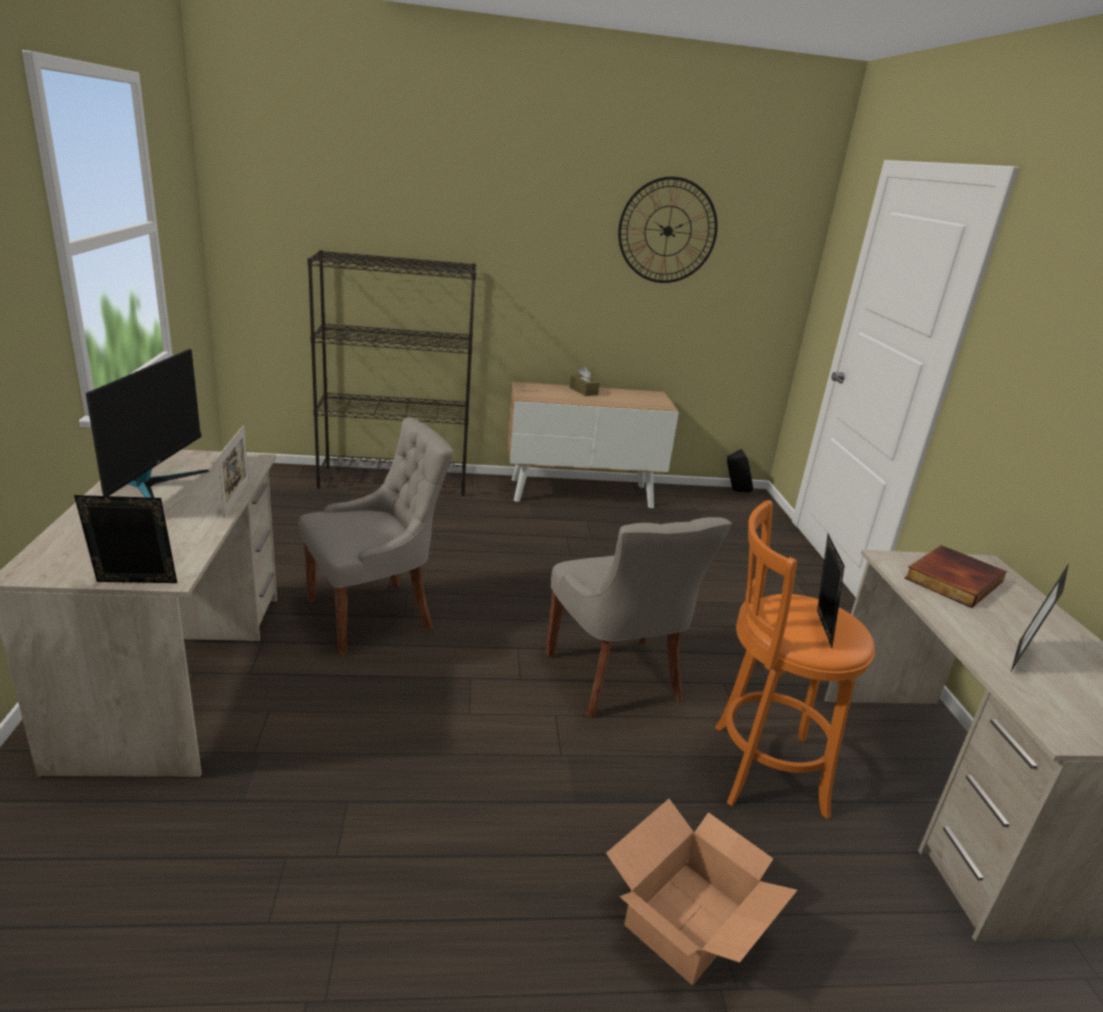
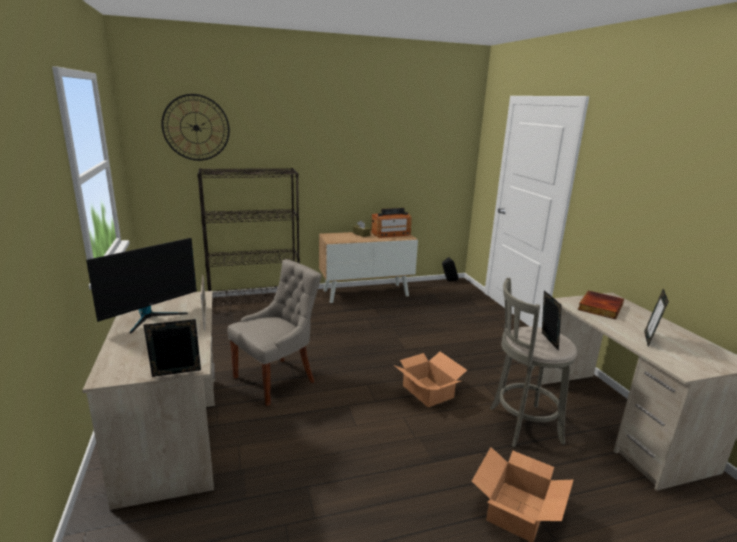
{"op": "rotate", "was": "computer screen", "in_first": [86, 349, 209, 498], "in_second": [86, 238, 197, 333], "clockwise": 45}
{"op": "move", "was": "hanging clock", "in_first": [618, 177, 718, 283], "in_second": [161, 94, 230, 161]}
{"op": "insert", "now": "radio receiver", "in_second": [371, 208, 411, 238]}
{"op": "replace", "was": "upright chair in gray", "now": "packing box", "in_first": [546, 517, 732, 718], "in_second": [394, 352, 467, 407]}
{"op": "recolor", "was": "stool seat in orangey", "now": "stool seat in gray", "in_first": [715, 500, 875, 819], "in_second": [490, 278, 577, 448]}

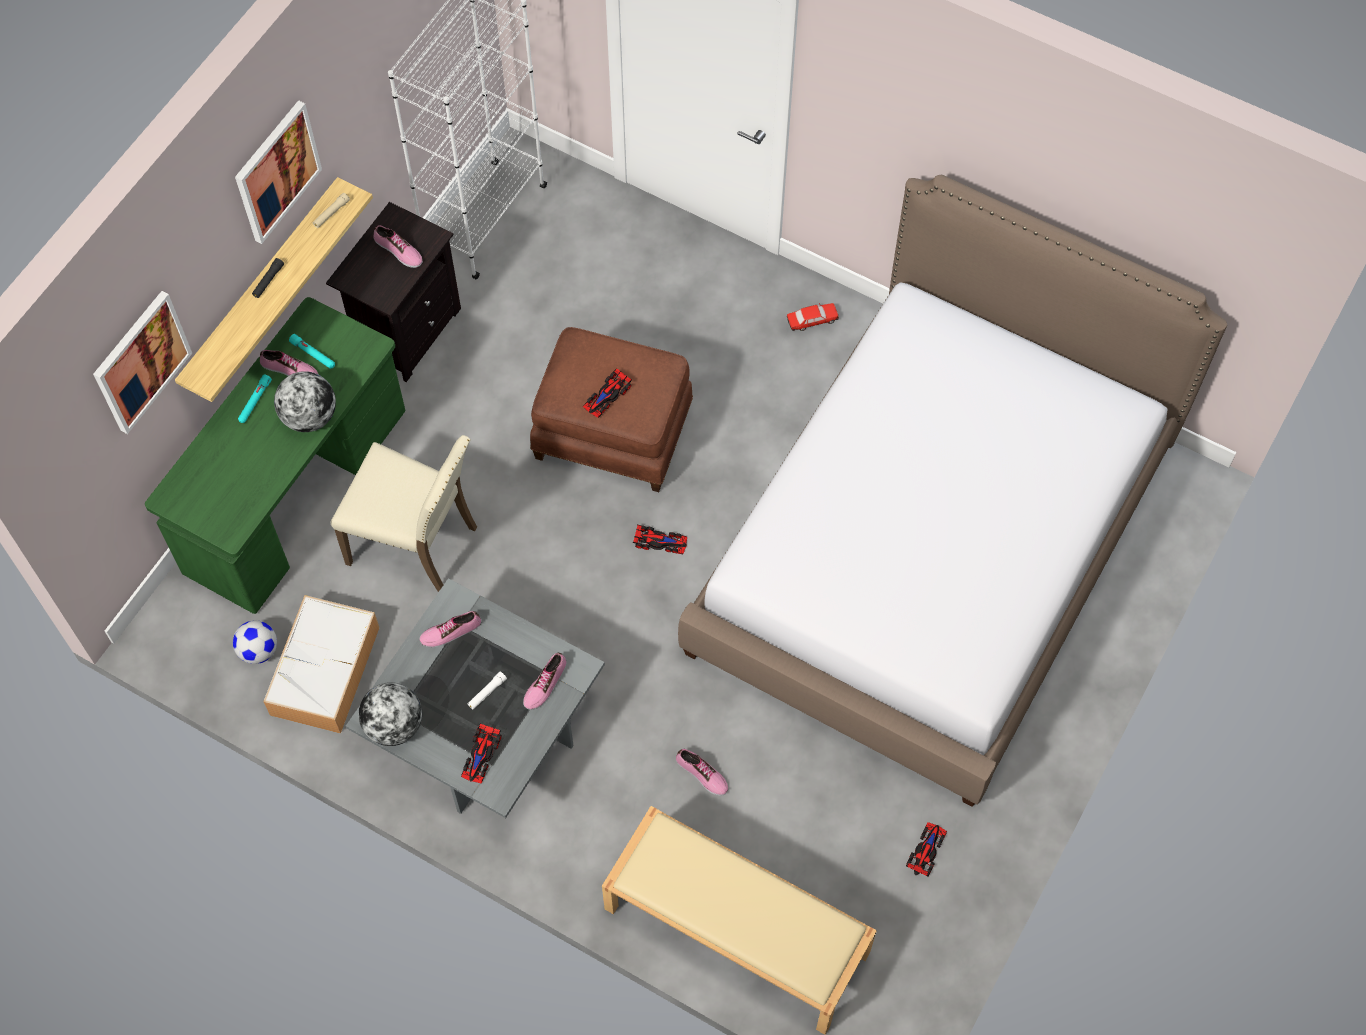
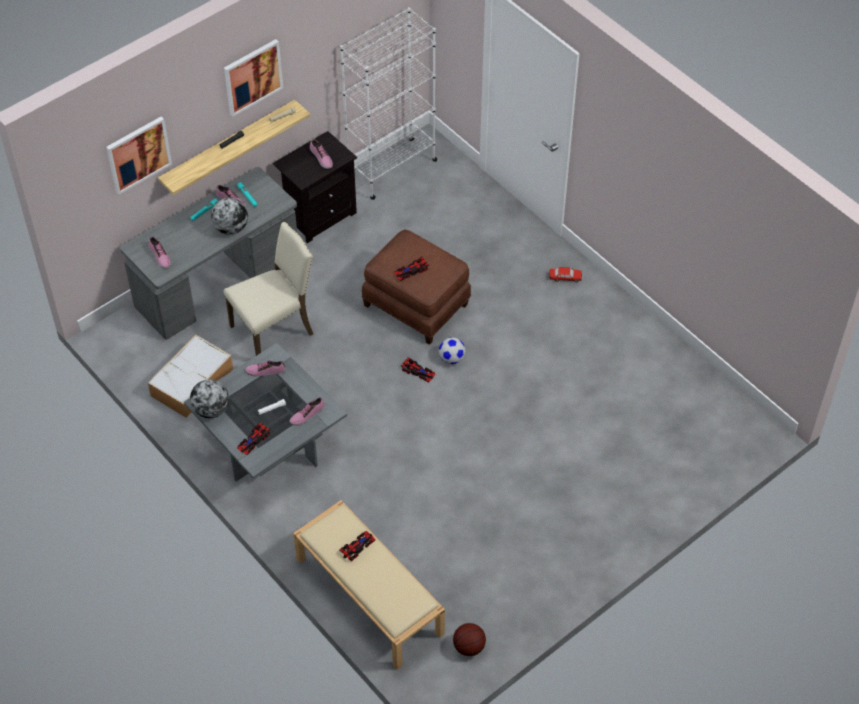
{"op": "recolor", "was": "desk in green", "now": "desk in gray", "in_first": [145, 297, 405, 614], "in_second": [120, 167, 297, 340]}
{"op": "move", "was": "item of footwear", "in_first": [676, 749, 728, 796], "in_second": [148, 237, 171, 269]}
{"op": "rotate", "was": "upright chair in beige-coloured", "in_first": [331, 435, 477, 592], "in_second": [223, 222, 313, 356], "clockwise": -75}
{"op": "move", "was": "model car", "in_first": [906, 822, 947, 877], "in_second": [339, 531, 376, 561]}
{"op": "move", "was": "football ball", "in_first": [233, 620, 277, 664], "in_second": [439, 337, 466, 364]}
{"op": "insert", "now": "ball for basketball", "in_second": [453, 623, 486, 656]}
{"op": "delete", "was": "bedroom bed", "in_first": [678, 175, 1227, 807]}

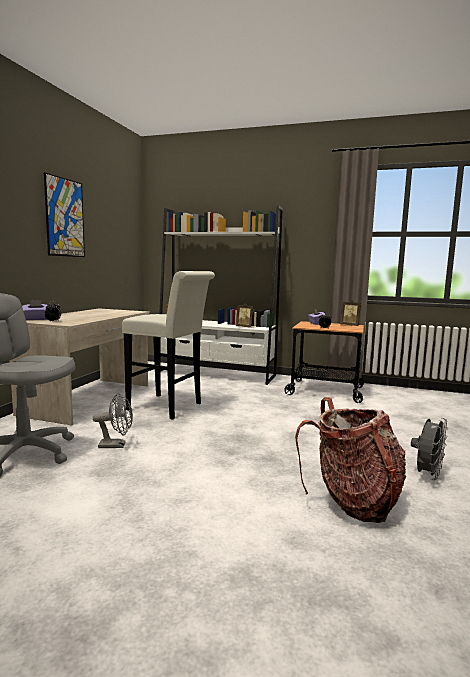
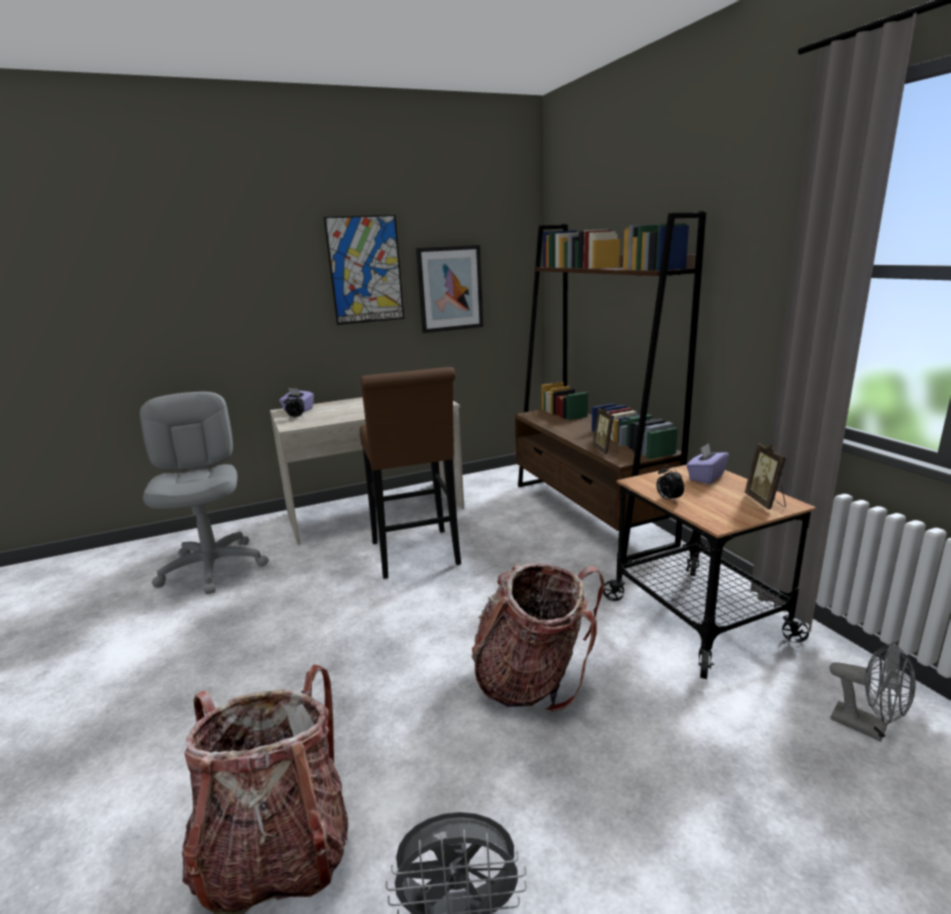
{"op": "recolor", "was": "stool seat in white-coloured", "now": "stool seat in brown-coloured", "in_first": [122, 271, 215, 419], "in_second": [360, 367, 461, 579]}
{"op": "insert", "now": "picture", "in_second": [416, 245, 484, 333]}
{"op": "insert", "now": "rucksack", "in_second": [471, 563, 605, 712]}
{"op": "recolor", "was": "bookcase in white-coloured", "now": "bookcase in brown-coloured", "in_first": [160, 205, 283, 385], "in_second": [515, 211, 706, 560]}
{"op": "move", "was": "electric fan in gray", "in_first": [93, 393, 133, 448], "in_second": [830, 642, 916, 742]}

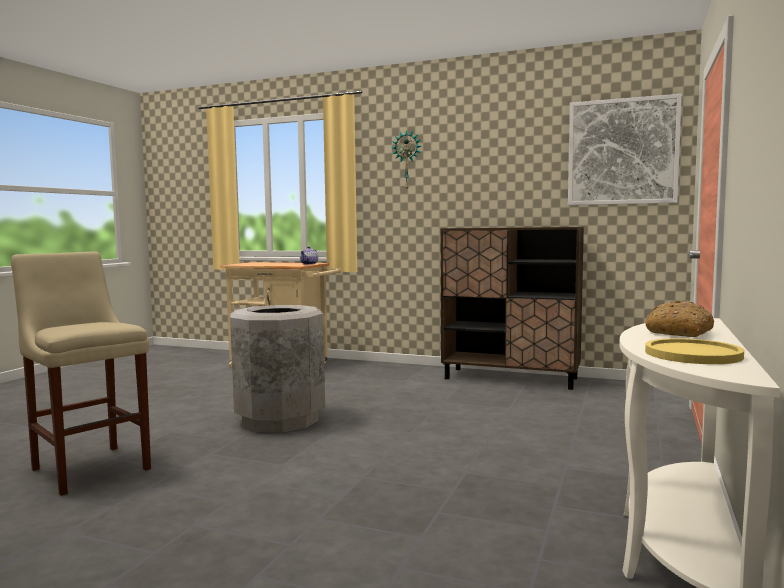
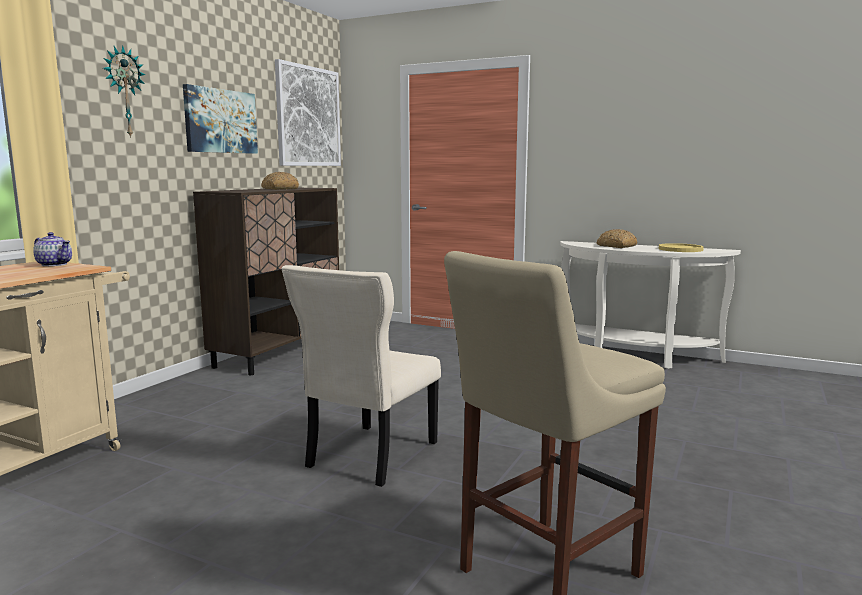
{"op": "insert", "now": "picture", "in_second": [183, 84, 258, 154]}
{"op": "insert", "now": "bakery bread", "in_second": [261, 172, 299, 190]}
{"op": "replace", "was": "rubbish bin in gray", "now": "upright chair in beige-coloured", "in_first": [230, 305, 325, 433], "in_second": [282, 265, 441, 487]}

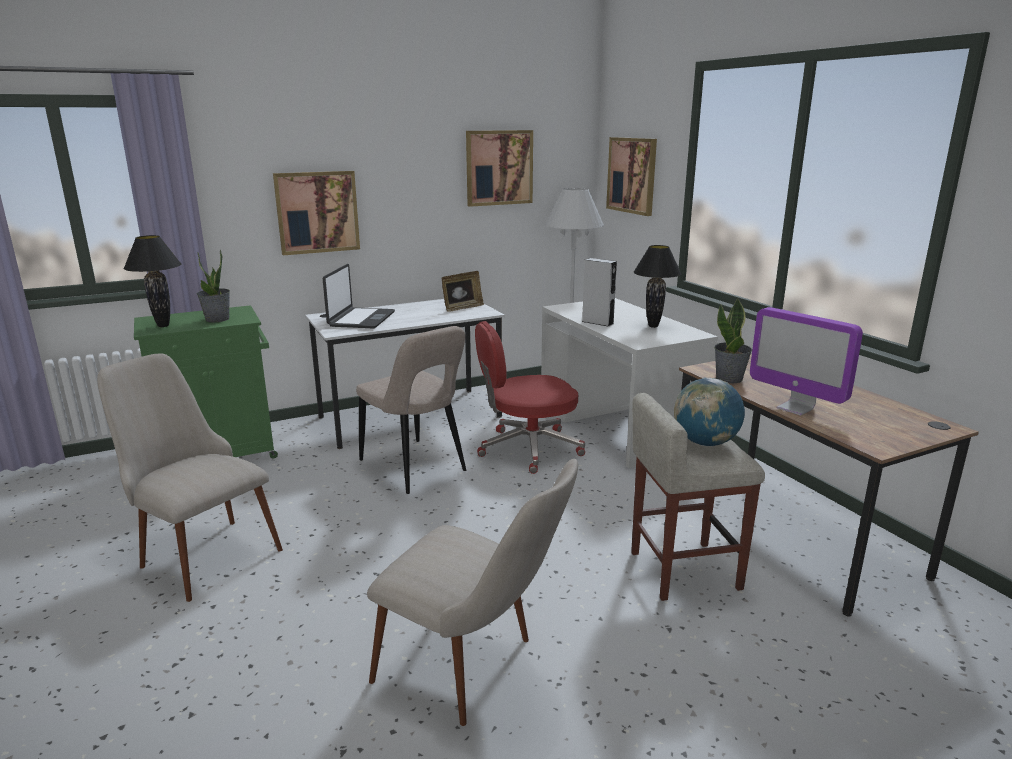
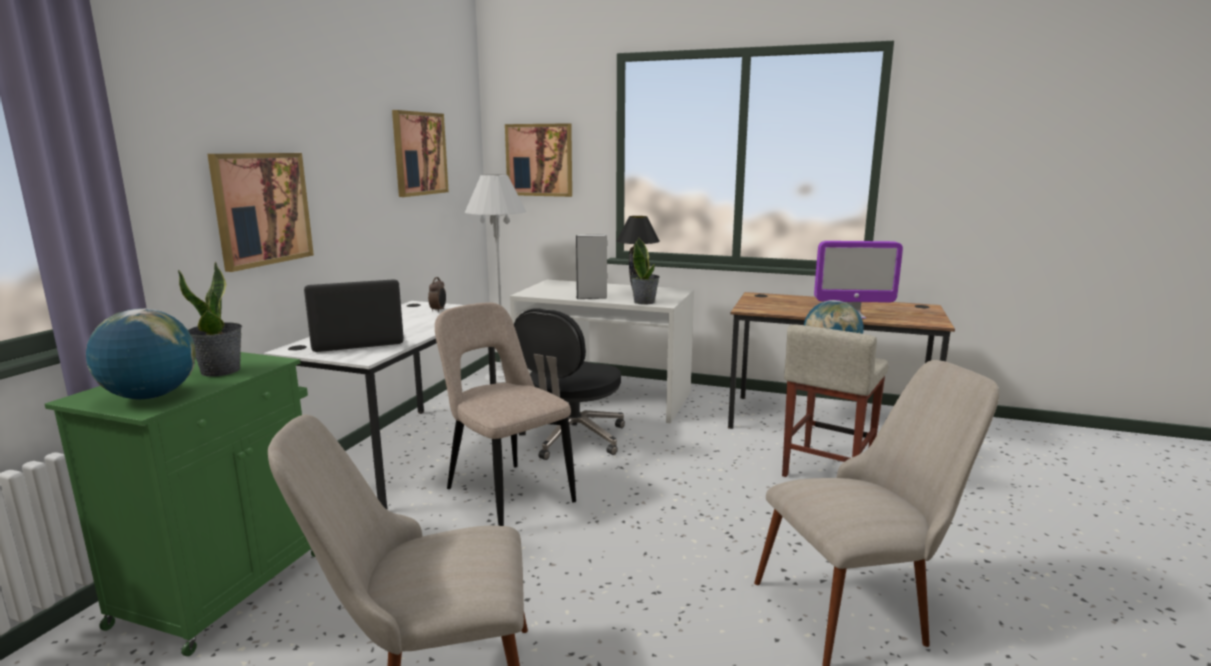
{"op": "replace", "was": "lamp for a table in black-coloured", "now": "world globe", "in_first": [124, 235, 181, 327], "in_second": [86, 308, 196, 399]}
{"op": "rotate", "was": "laptop", "in_first": [323, 264, 395, 329], "in_second": [304, 279, 404, 352], "clockwise": -75}
{"op": "replace", "was": "picture frame", "now": "bedside clock", "in_first": [442, 271, 484, 312], "in_second": [428, 277, 446, 312]}
{"op": "rotate", "was": "upright chair in beige-coloured", "in_first": [356, 326, 466, 494], "in_second": [435, 303, 576, 526], "clockwise": -135}
{"op": "recolor", "was": "office chair in reddish", "now": "office chair in black-coloured", "in_first": [475, 321, 585, 474], "in_second": [514, 308, 625, 460]}
{"op": "move", "was": "potted plant", "in_first": [714, 298, 752, 383], "in_second": [630, 238, 660, 305]}

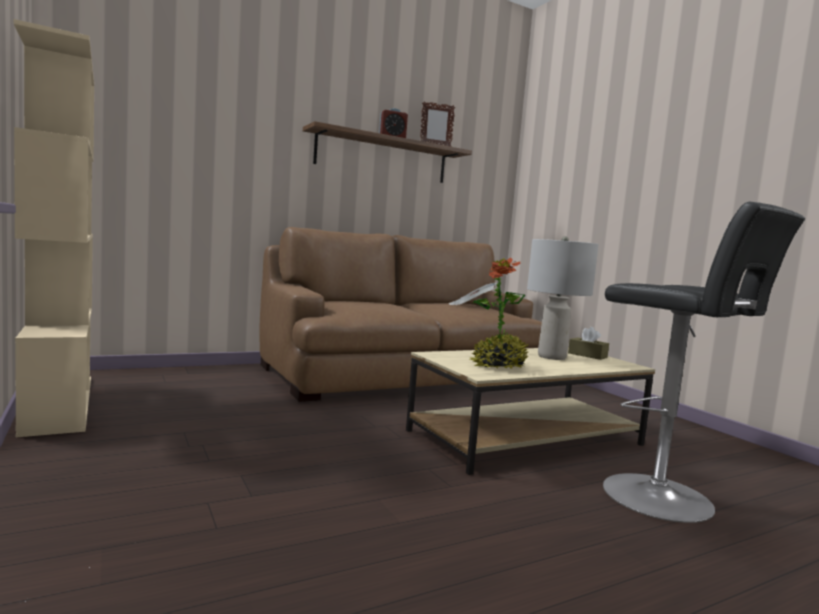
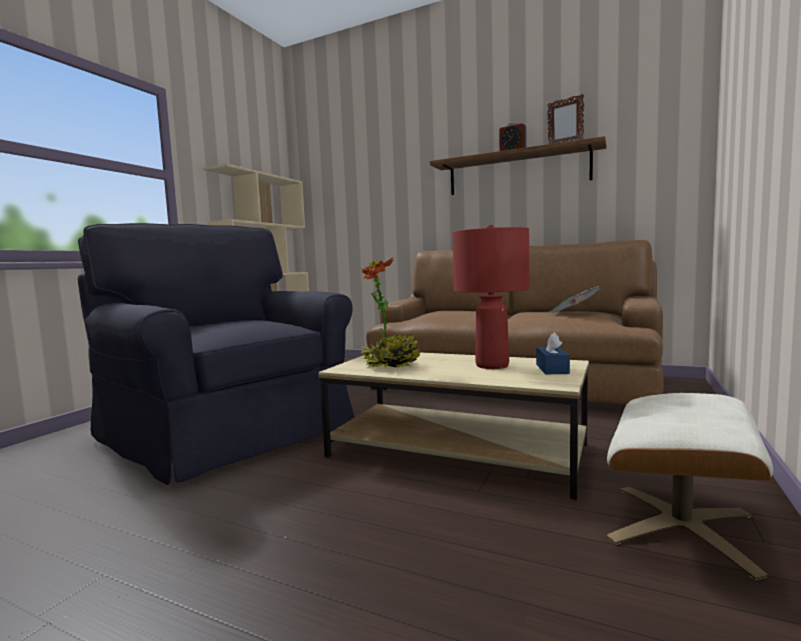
{"op": "insert", "now": "armchair in black-coloured", "in_second": [78, 223, 355, 485]}
{"op": "recolor", "was": "lamp for a table in gray", "now": "lamp for a table in reddish", "in_first": [527, 236, 599, 360], "in_second": [453, 224, 529, 369]}
{"op": "recolor", "was": "box of tissues in brown-coloured", "now": "box of tissues in blue", "in_first": [568, 327, 609, 360], "in_second": [536, 333, 570, 374]}
{"op": "insert", "now": "footrest in beige-coloured", "in_second": [607, 393, 773, 580]}
{"op": "delete", "was": "stool seat in black-coloured", "in_first": [603, 202, 805, 523]}

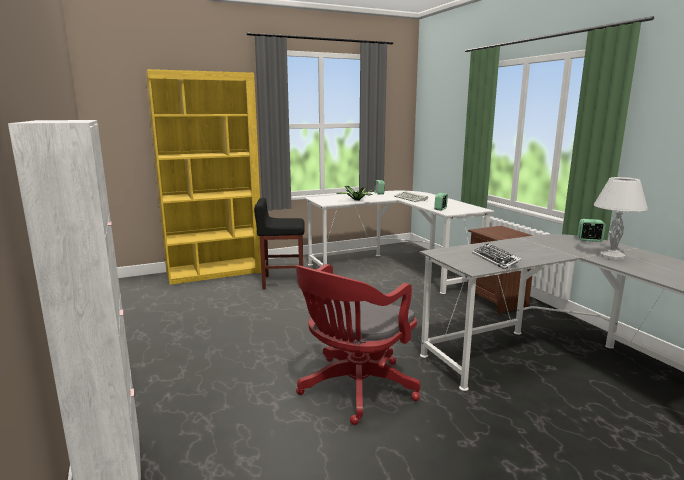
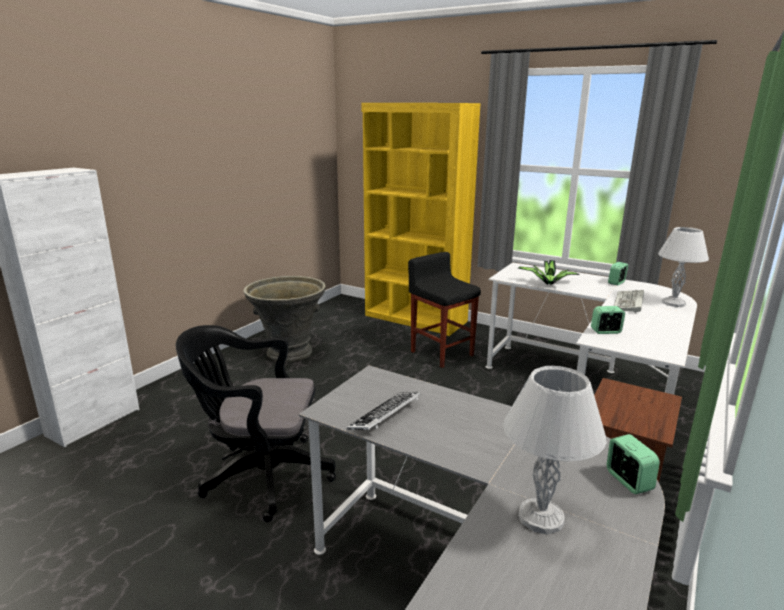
{"op": "recolor", "was": "office chair in reddish", "now": "office chair in black-coloured", "in_first": [296, 264, 421, 425], "in_second": [176, 325, 336, 522]}
{"op": "insert", "now": "planter in gray", "in_second": [243, 276, 326, 362]}
{"op": "insert", "now": "lamp for a table in white-coloured", "in_second": [658, 227, 709, 307]}

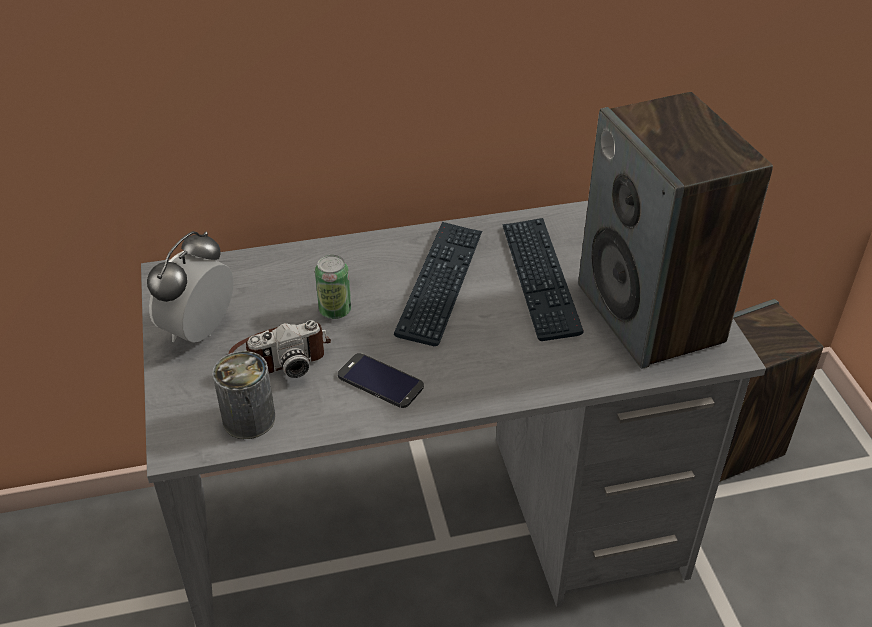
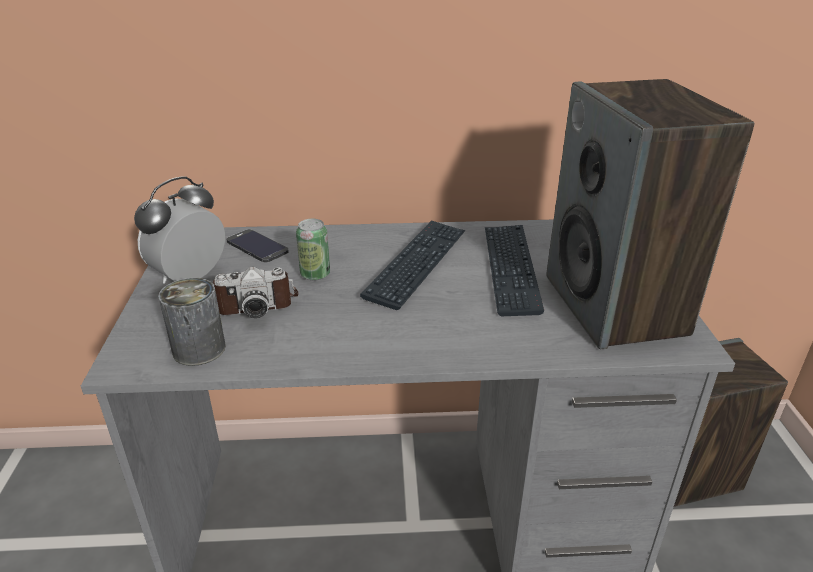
{"op": "move", "was": "phone", "in_first": [338, 353, 424, 408], "in_second": [226, 229, 289, 263]}

